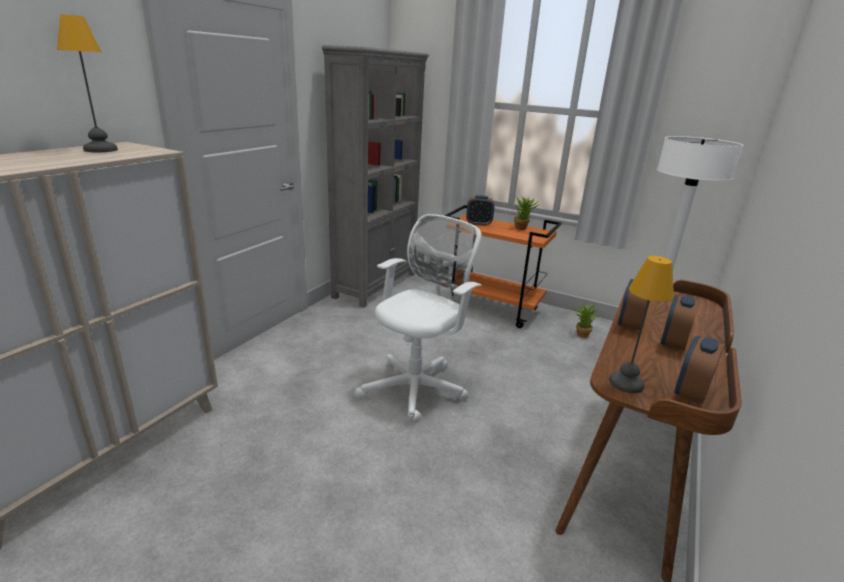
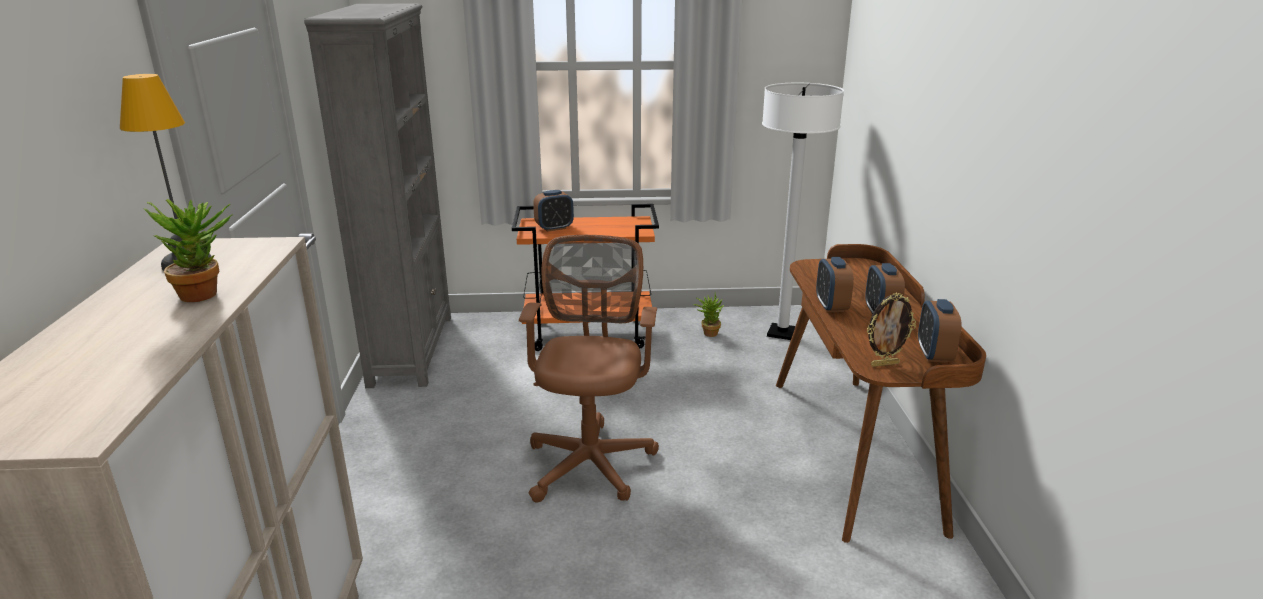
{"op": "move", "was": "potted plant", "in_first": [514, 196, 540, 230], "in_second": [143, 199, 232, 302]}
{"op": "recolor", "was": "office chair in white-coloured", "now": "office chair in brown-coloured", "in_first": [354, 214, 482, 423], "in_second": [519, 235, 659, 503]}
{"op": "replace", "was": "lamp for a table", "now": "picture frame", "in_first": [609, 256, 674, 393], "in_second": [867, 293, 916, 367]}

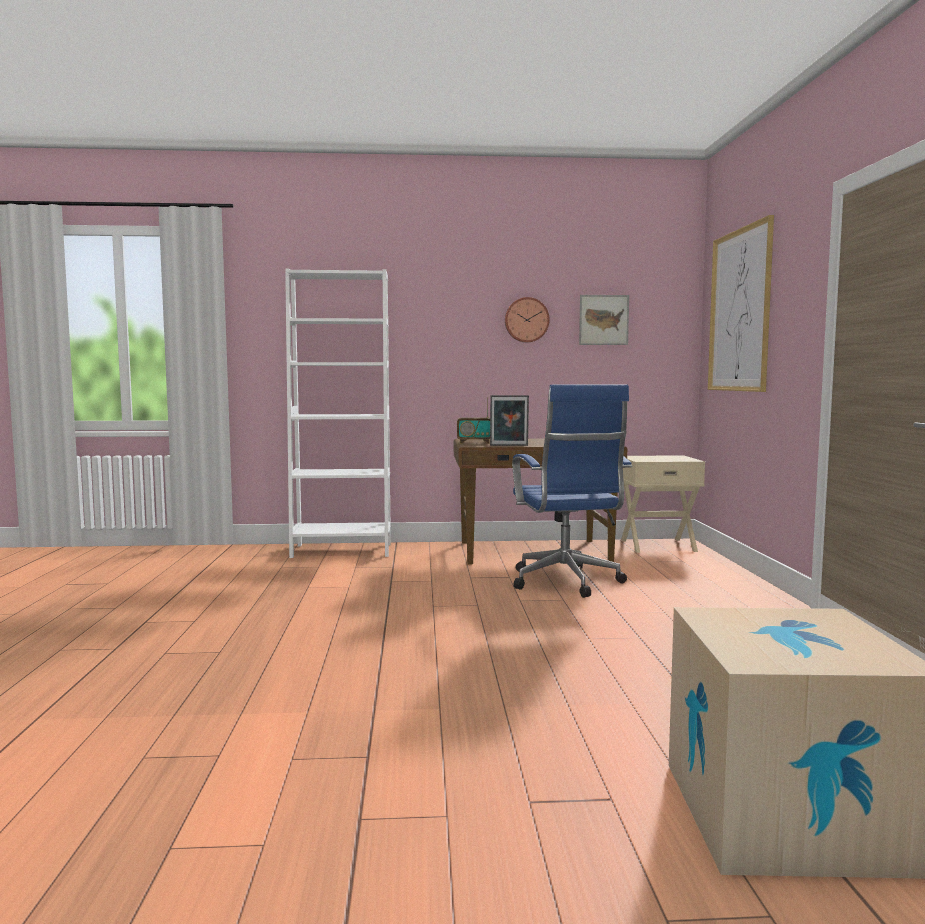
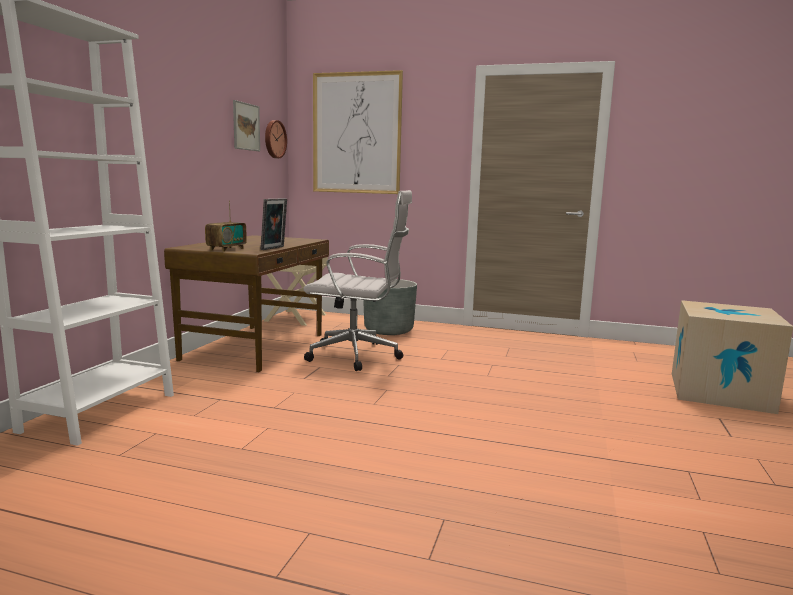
{"op": "move", "was": "hanging clock", "in_first": [505, 297, 550, 343], "in_second": [265, 120, 287, 158]}
{"op": "recolor", "was": "office chair in blue", "now": "office chair in white-coloured", "in_first": [512, 384, 632, 598], "in_second": [303, 190, 412, 371]}
{"op": "insert", "now": "planter in gray", "in_second": [363, 279, 417, 335]}

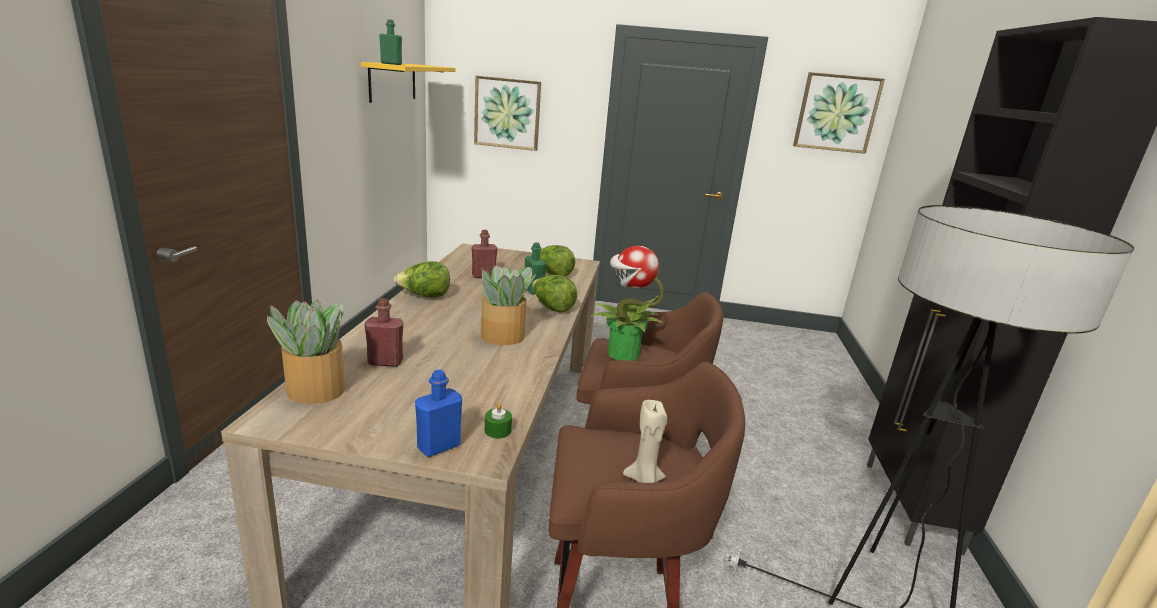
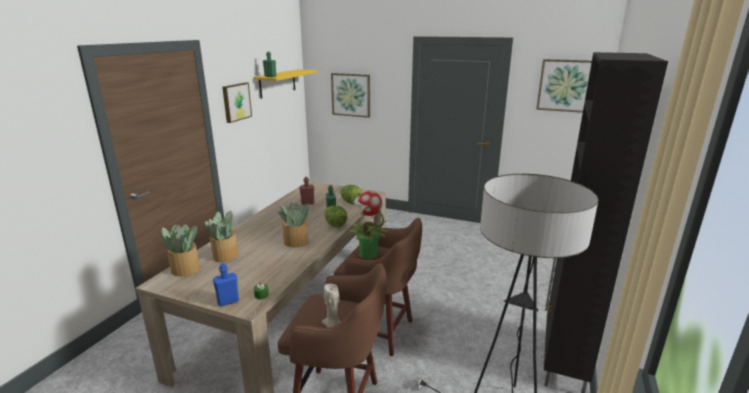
{"op": "replace", "was": "beverage bottle in reddish", "now": "potted plant", "in_first": [364, 298, 403, 367], "in_second": [205, 211, 238, 262]}
{"op": "insert", "now": "picture", "in_second": [222, 82, 252, 123]}
{"op": "delete", "was": "lettuce head", "in_first": [393, 261, 450, 297]}

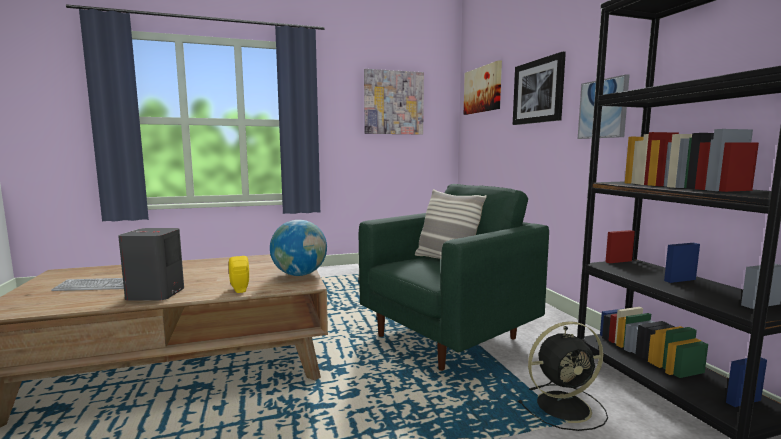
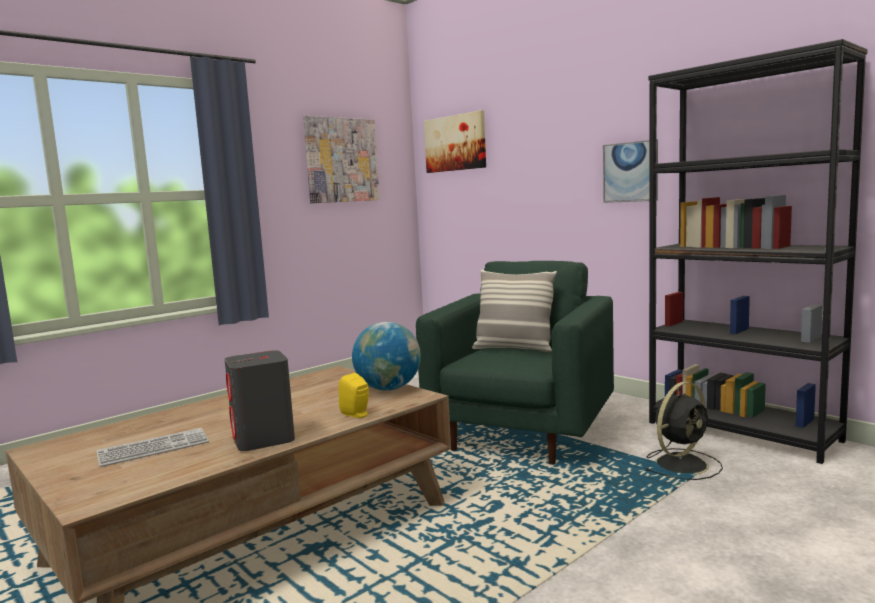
{"op": "delete", "was": "picture", "in_first": [513, 52, 566, 125]}

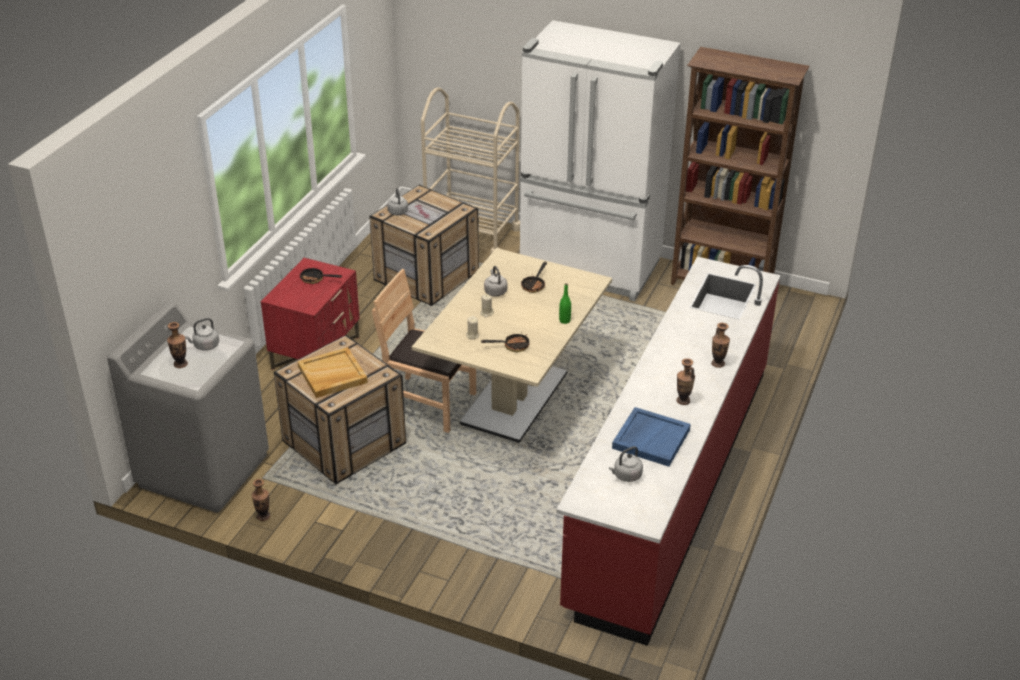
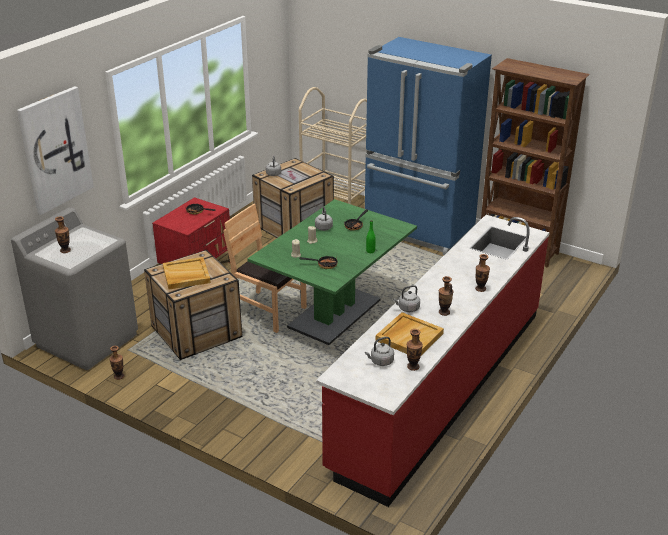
{"op": "insert", "now": "picture", "in_second": [17, 86, 94, 215]}
{"op": "recolor", "was": "kitchen table in beige-coloured", "now": "kitchen table in green", "in_first": [412, 248, 612, 443], "in_second": [247, 199, 417, 345]}
{"op": "recolor", "was": "kitchen fridge in white-coloured", "now": "kitchen fridge in blue", "in_first": [520, 20, 681, 301], "in_second": [365, 37, 492, 255]}
{"op": "recolor", "was": "serving tray in blue", "now": "serving tray in beige-coloured", "in_first": [612, 407, 691, 467], "in_second": [376, 312, 444, 355]}
{"op": "move", "was": "water kettle in gray", "in_first": [185, 318, 219, 351], "in_second": [393, 285, 420, 312]}
{"op": "insert", "now": "decorative vase", "in_second": [407, 329, 423, 371]}

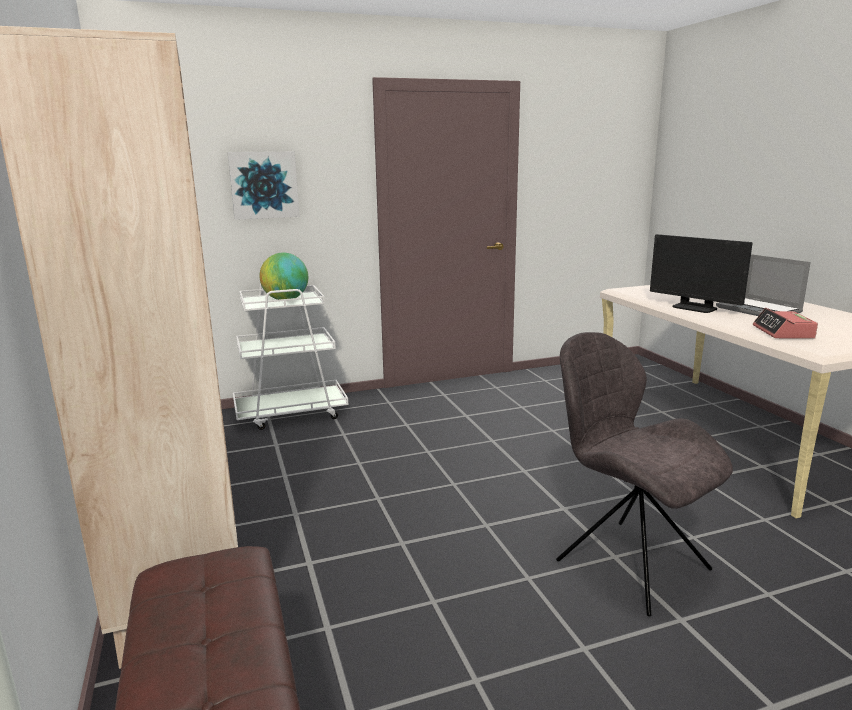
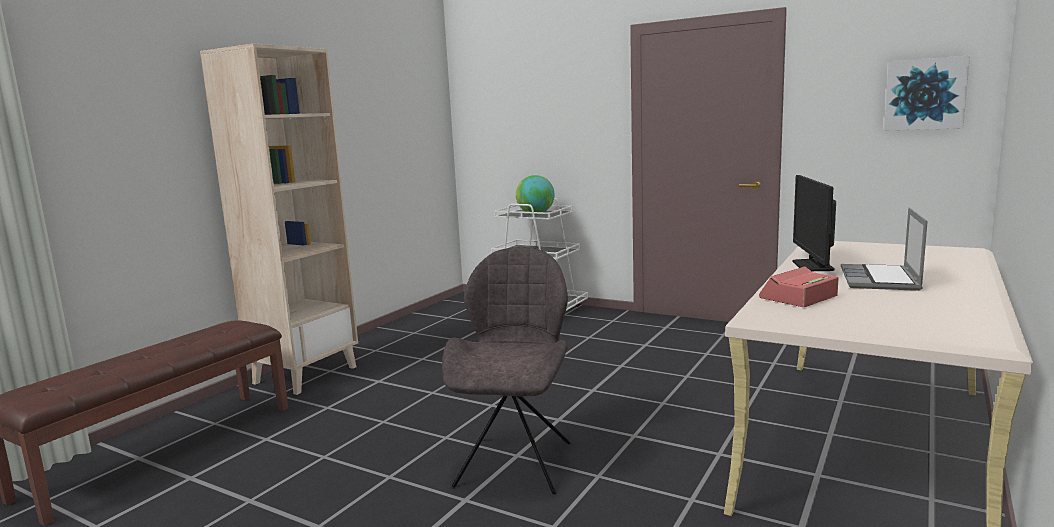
{"op": "move", "was": "picture", "in_first": [227, 151, 299, 220], "in_second": [884, 56, 970, 131]}

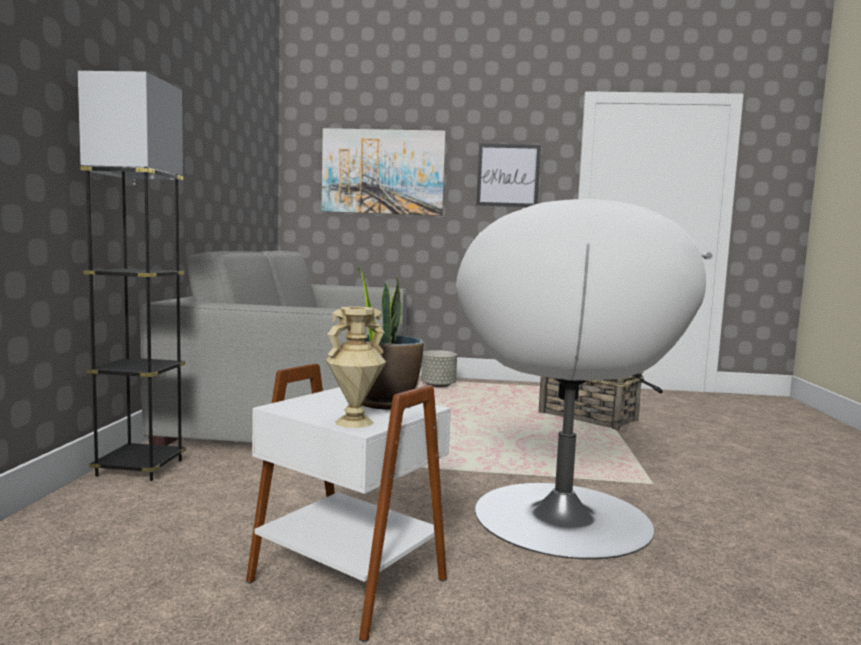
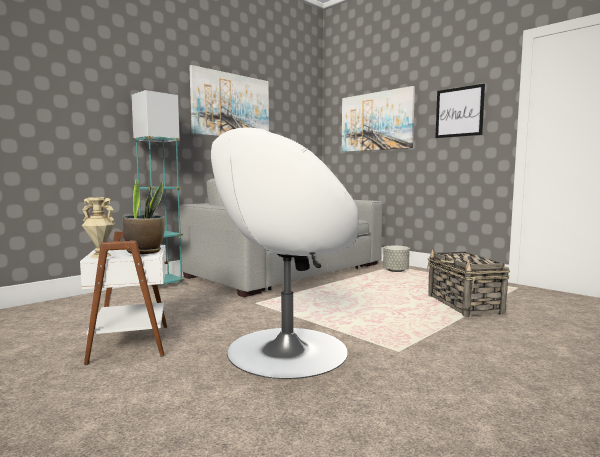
{"op": "recolor", "was": "standard lamp in gray", "now": "standard lamp in turquoise-coloured", "in_first": [78, 71, 186, 481], "in_second": [131, 90, 185, 286]}
{"op": "insert", "now": "picture", "in_second": [189, 65, 269, 136]}

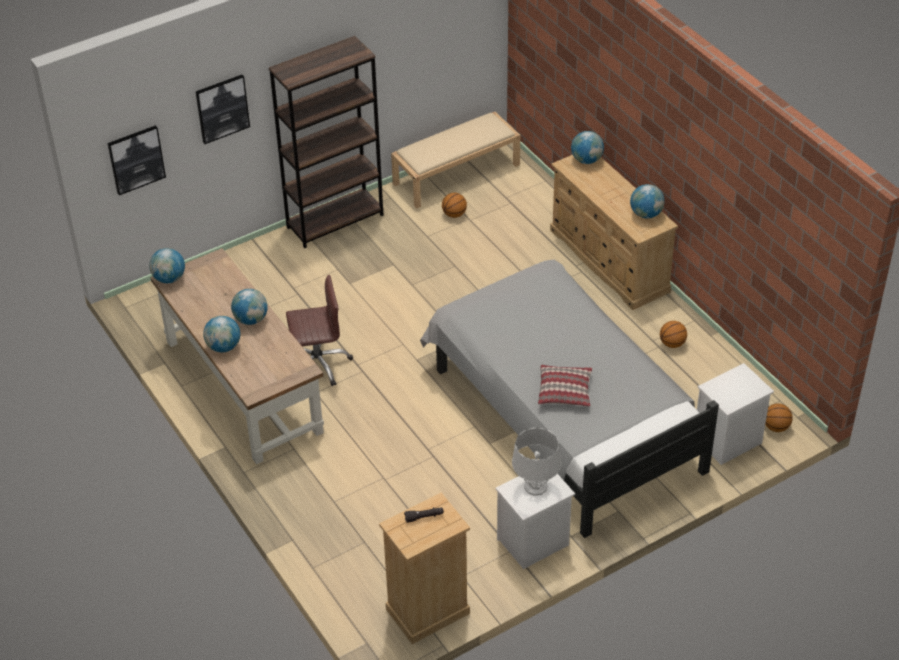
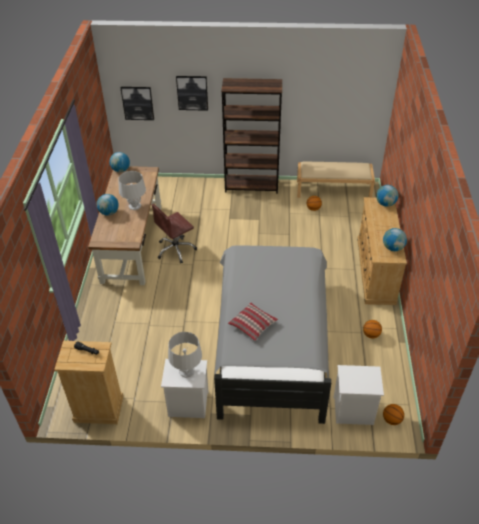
{"op": "replace", "was": "world globe", "now": "lamp for a table in gray", "in_first": [231, 289, 268, 325], "in_second": [118, 171, 146, 210]}
{"op": "rotate", "was": "office chair in brown-coloured", "in_first": [286, 275, 353, 386], "in_second": [152, 204, 197, 264], "clockwise": 120}

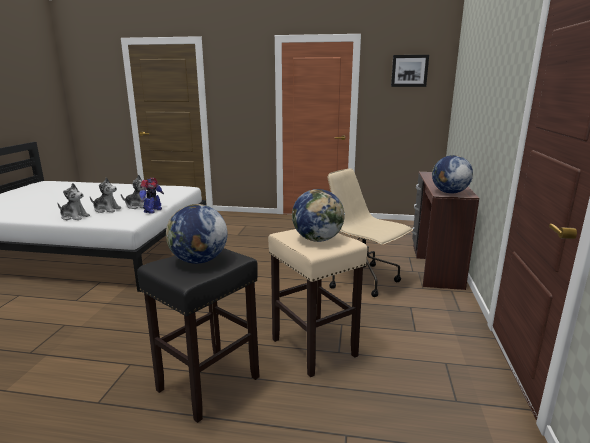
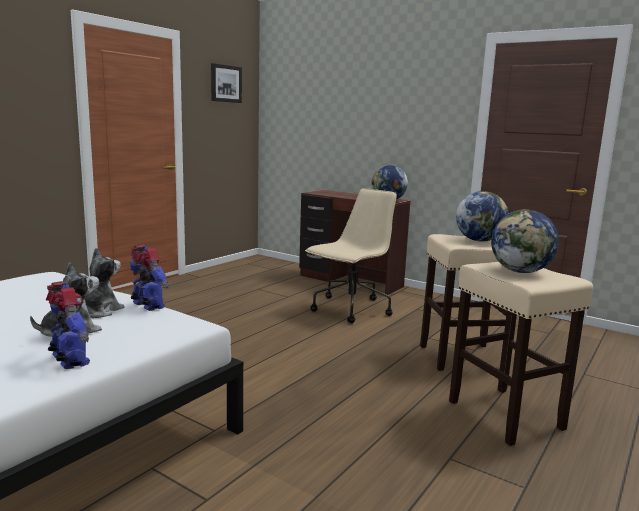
{"op": "replace", "was": "plush toy", "now": "model robot", "in_first": [57, 183, 90, 220], "in_second": [46, 281, 90, 369]}
{"op": "rotate", "was": "office chair in beige-coloured", "in_first": [328, 169, 413, 297], "in_second": [305, 188, 397, 323], "clockwise": 150}
{"op": "recolor", "was": "stool seat in black-coloured", "now": "stool seat in beige-coloured", "in_first": [137, 248, 260, 423], "in_second": [449, 262, 593, 446]}

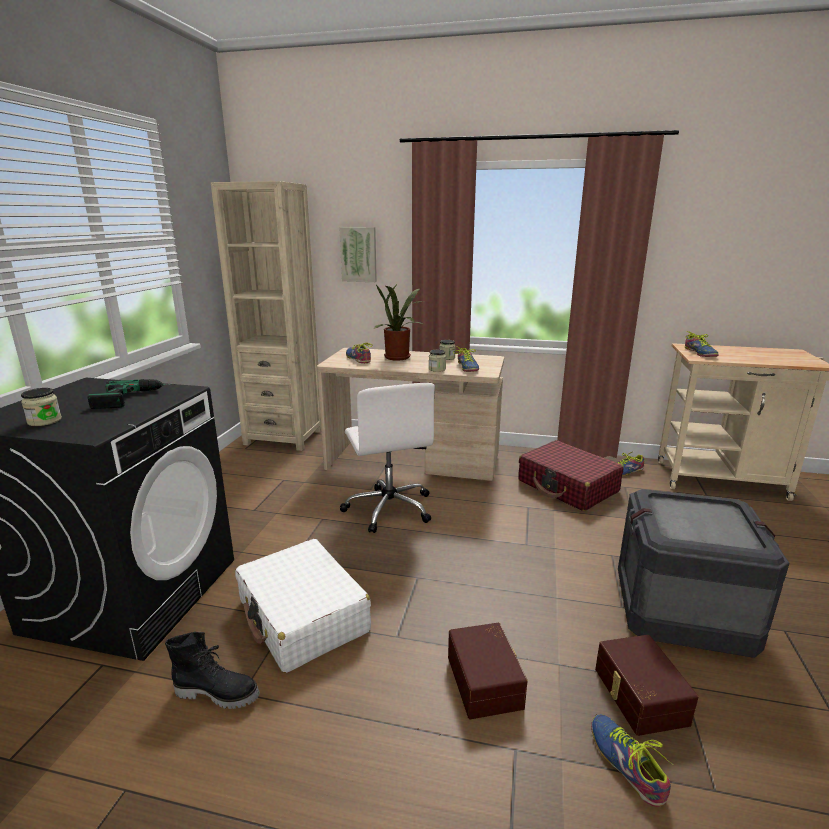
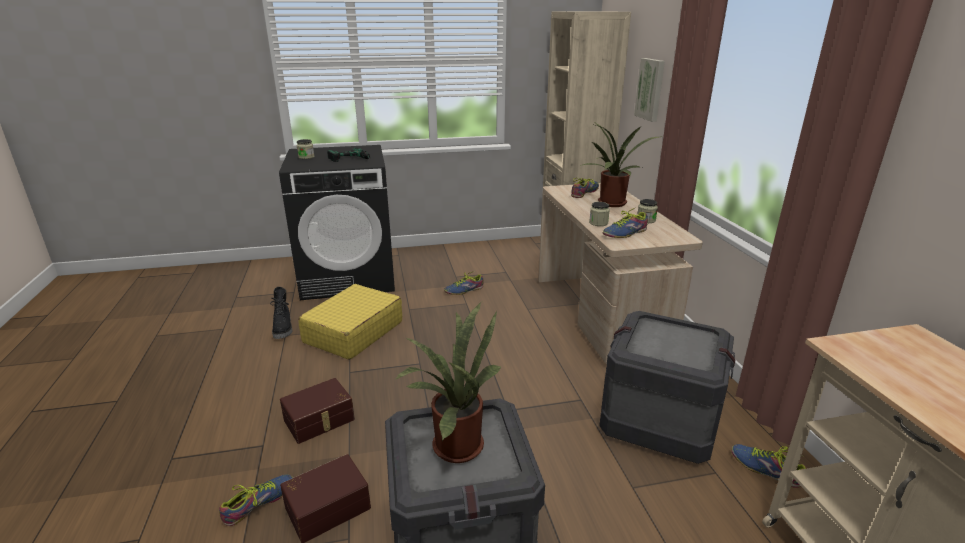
{"op": "recolor", "was": "piece of luggage in white-coloured", "now": "piece of luggage in yellowish", "in_first": [235, 539, 371, 673], "in_second": [298, 284, 402, 360]}
{"op": "insert", "now": "potted plant", "in_second": [396, 303, 501, 463]}
{"op": "move", "was": "item of footwear", "in_first": [685, 331, 719, 357], "in_second": [444, 271, 484, 295]}
{"op": "replace", "was": "piece of luggage in reddish", "now": "shipping crate", "in_first": [518, 440, 624, 511], "in_second": [599, 311, 735, 464]}
{"op": "delete", "was": "office chair in white-coloured", "in_first": [340, 383, 435, 533]}

